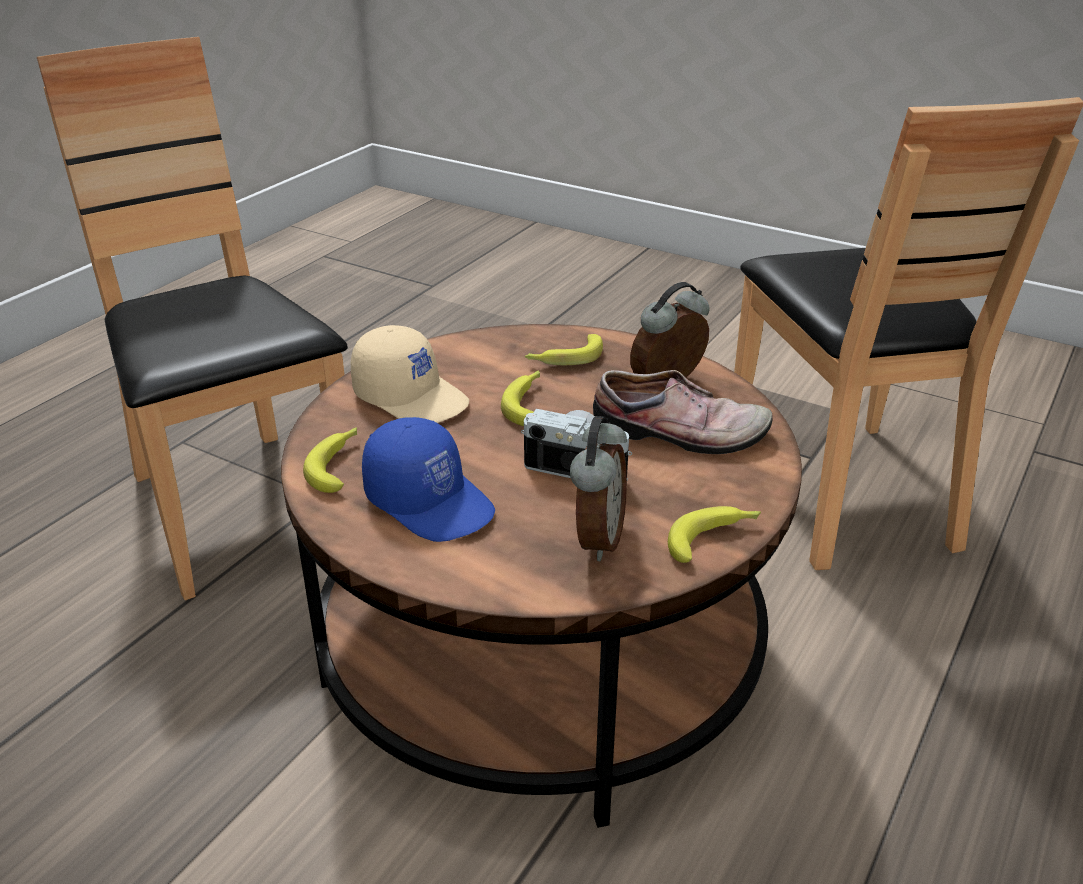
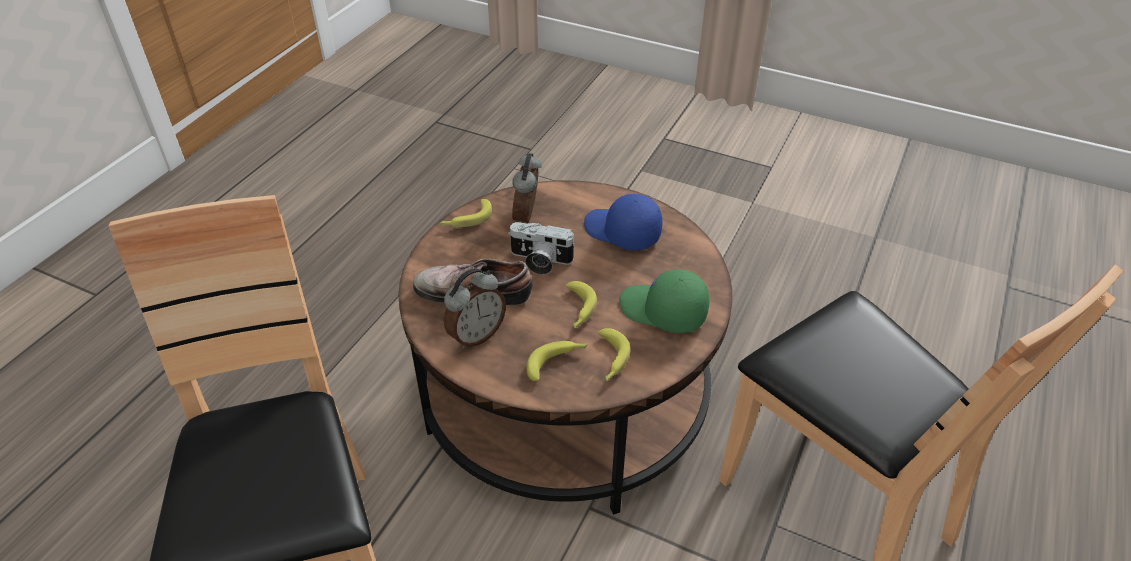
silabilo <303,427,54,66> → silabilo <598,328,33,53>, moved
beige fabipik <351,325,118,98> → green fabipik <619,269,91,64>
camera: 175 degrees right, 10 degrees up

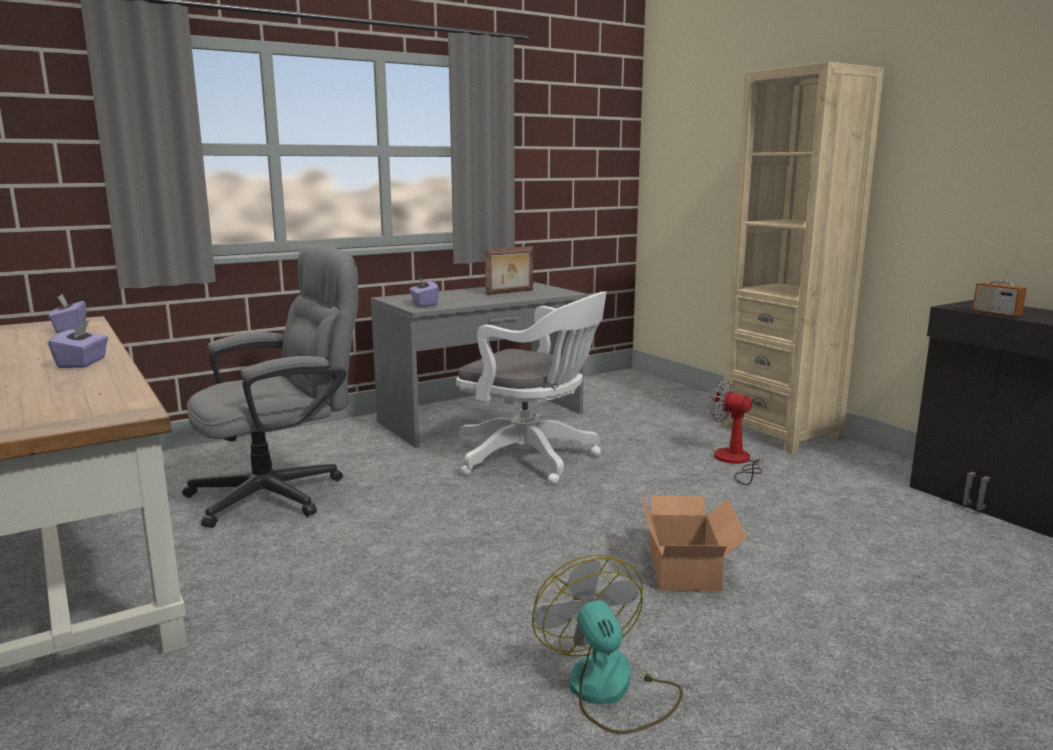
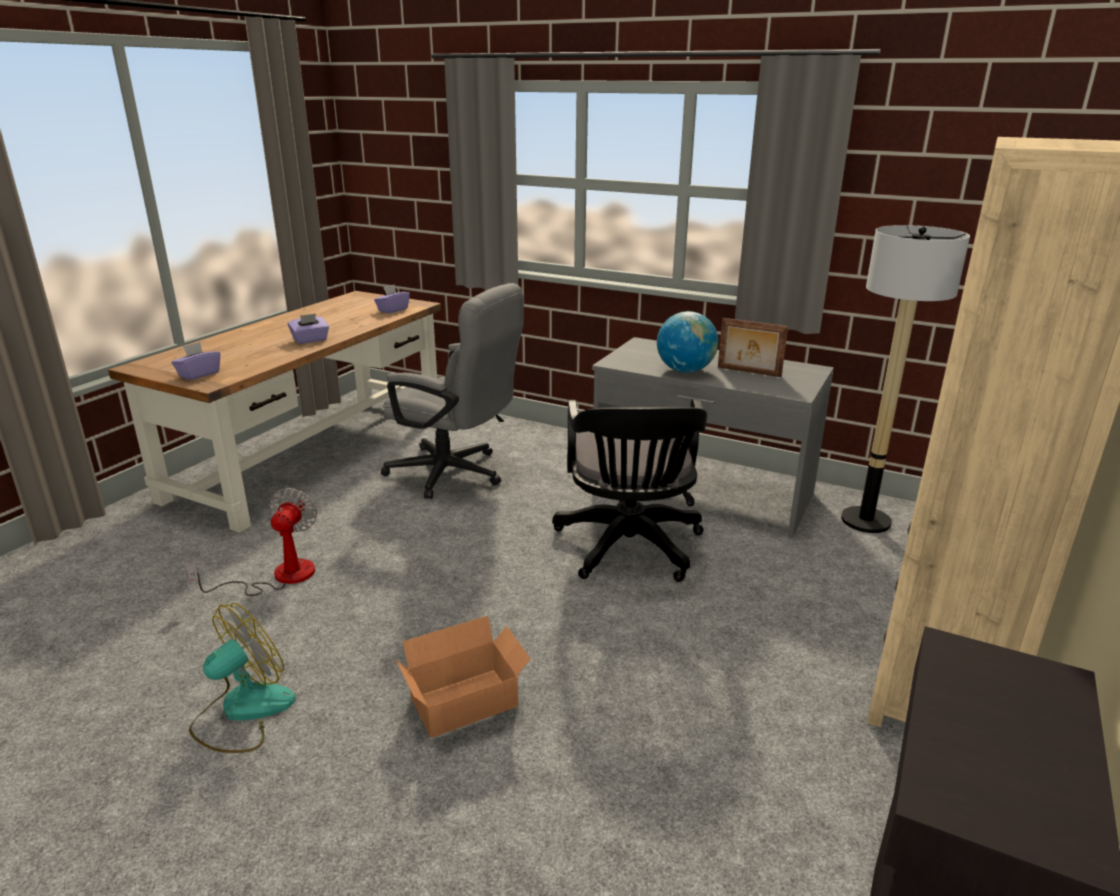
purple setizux <409,277,30,30> → purple setizux <171,342,49,38>, moved
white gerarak <456,291,151,194> → black gerarak <552,399,155,183>
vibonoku <709,379,55,106> → vibonoku <185,488,132,108>, moved
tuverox <972,253,55,64> → -
- → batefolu <657,311,61,62>
- → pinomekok <841,225,129,308>
camera: 60 degrees right, 10 degrees up

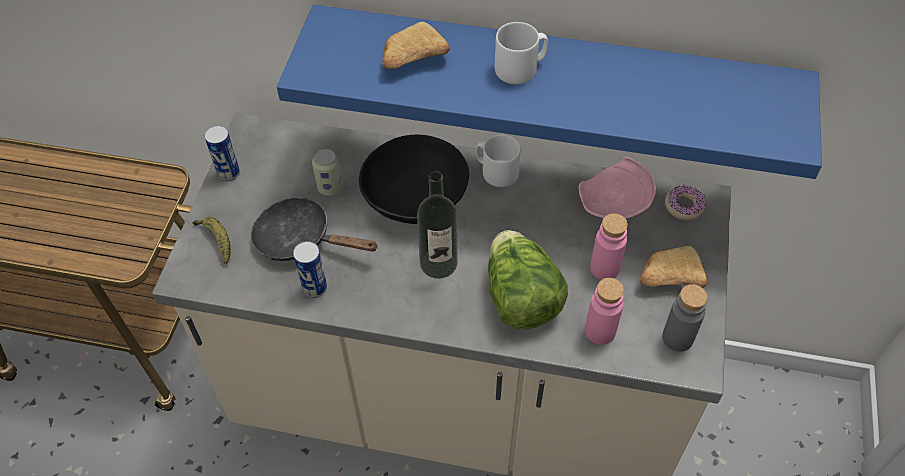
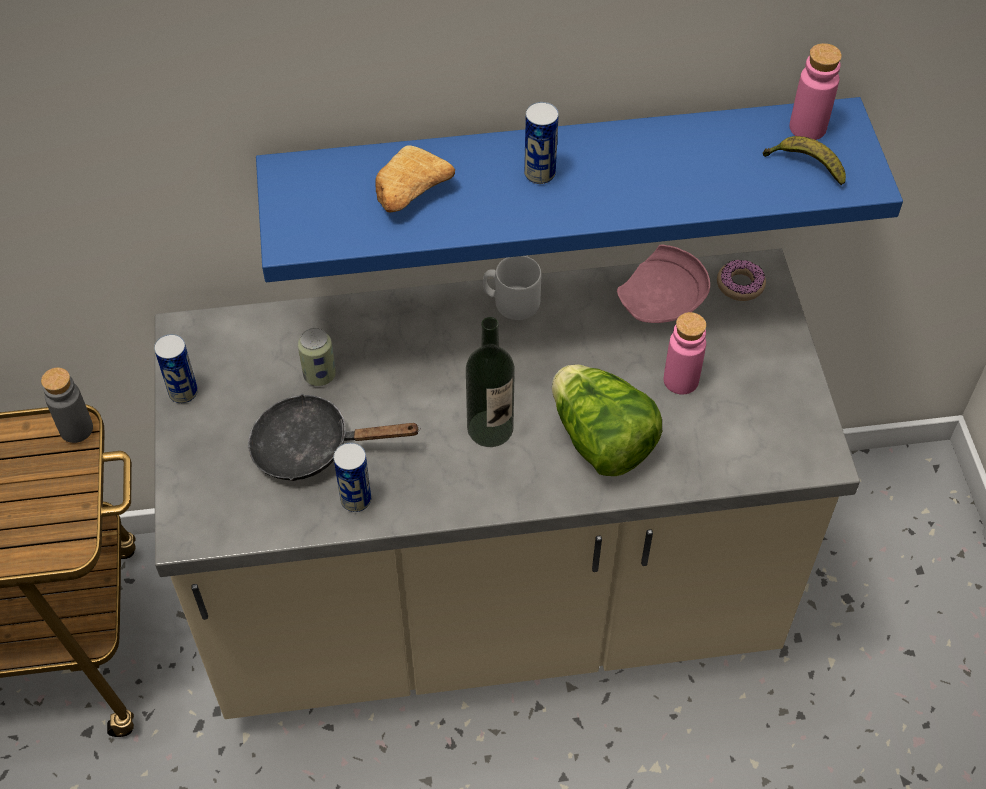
silabilo <193,217,38,47> → silabilo <763,136,83,50>, moved
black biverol <359,135,110,89> → -
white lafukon <495,22,53,62> → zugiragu <524,102,35,82>
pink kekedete <585,278,39,67> → pink kekedete <789,43,53,97>, moved
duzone <640,246,68,42> → -
grey kekedete <662,284,46,68> → grey kekedete <41,367,52,76>, moved
camera: 20 degrees left, 0 degrees up

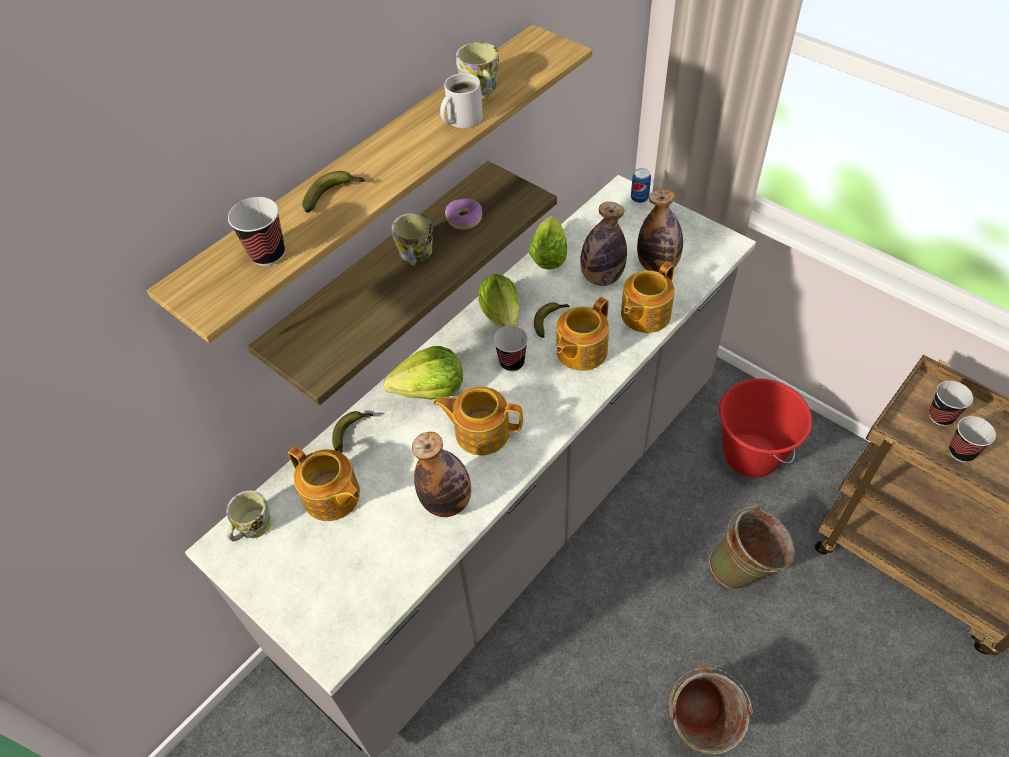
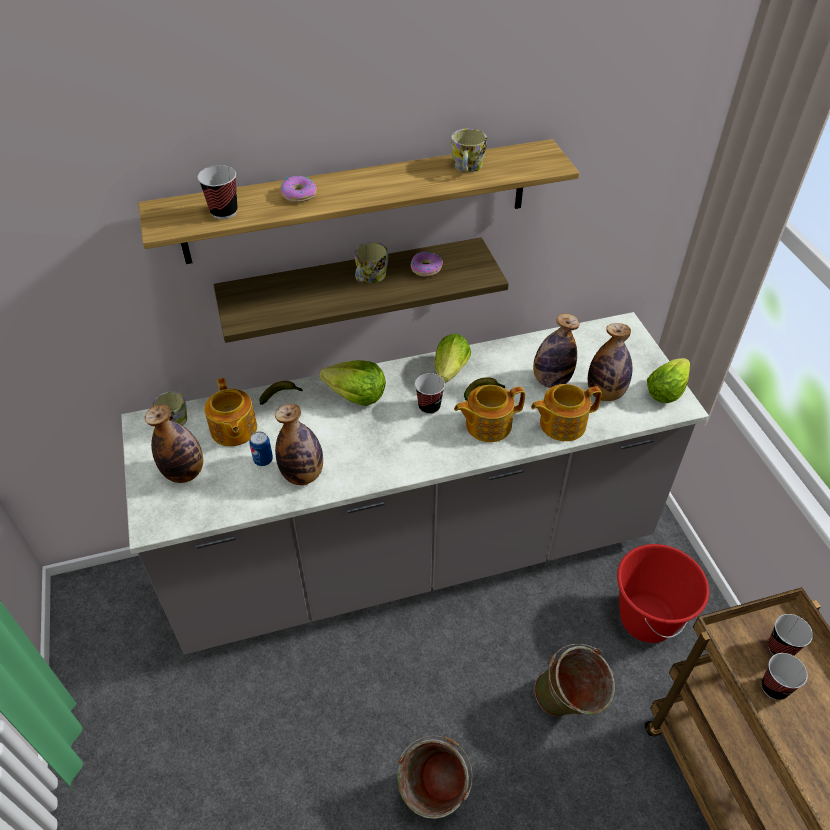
silabilo <302,171,63,42> → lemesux <281,176,36,26>
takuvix <433,387,90,68> → -
white lafukon <440,73,43,55> → -
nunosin <529,216,38,53> → nunosin <647,358,43,45>, moved
zugiragu <631,168,20,35> → zugiragu <249,431,24,35>, moved
- → kekedete <145,404,58,79>
camera: 30 degrees right, 5 degrees down

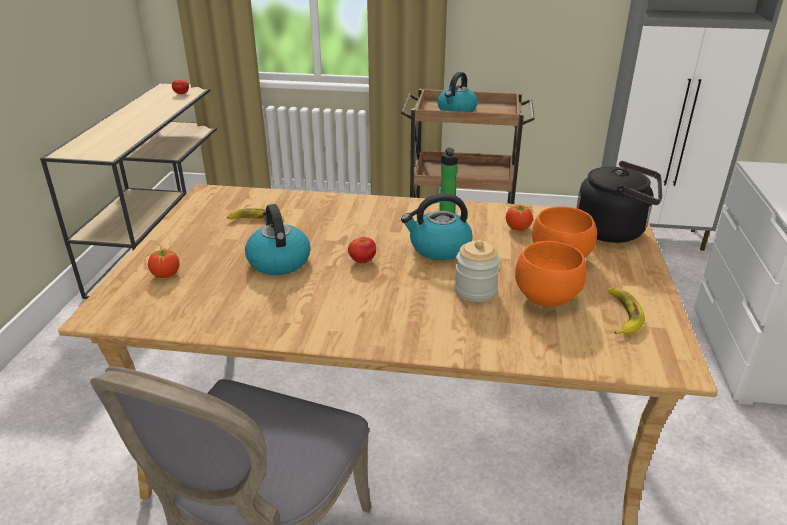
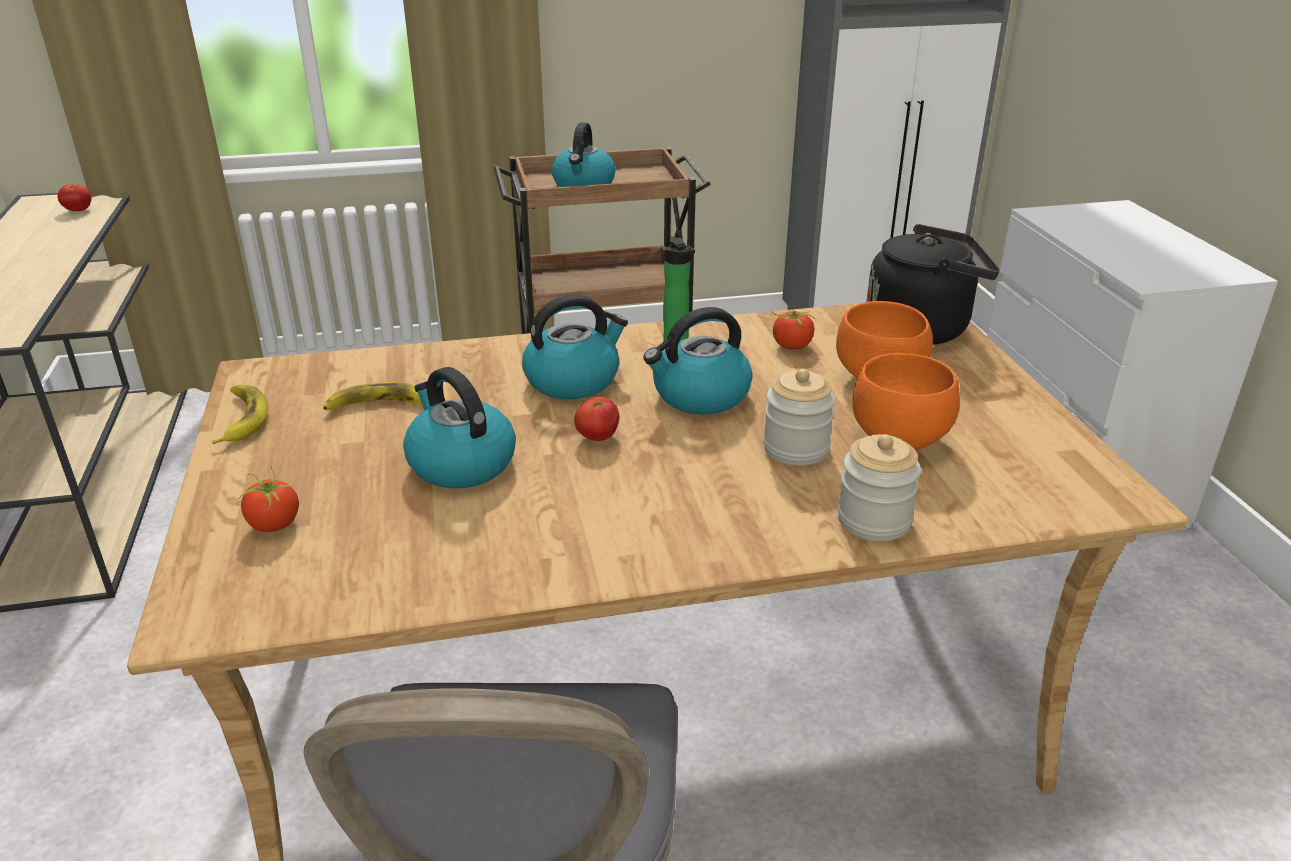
silabilo <608,288,37,47> → silabilo <212,385,56,59>, moved
- → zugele <522,294,106,105>
- → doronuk <838,434,83,107>
camera: 20 degrees left, 0 degrees up

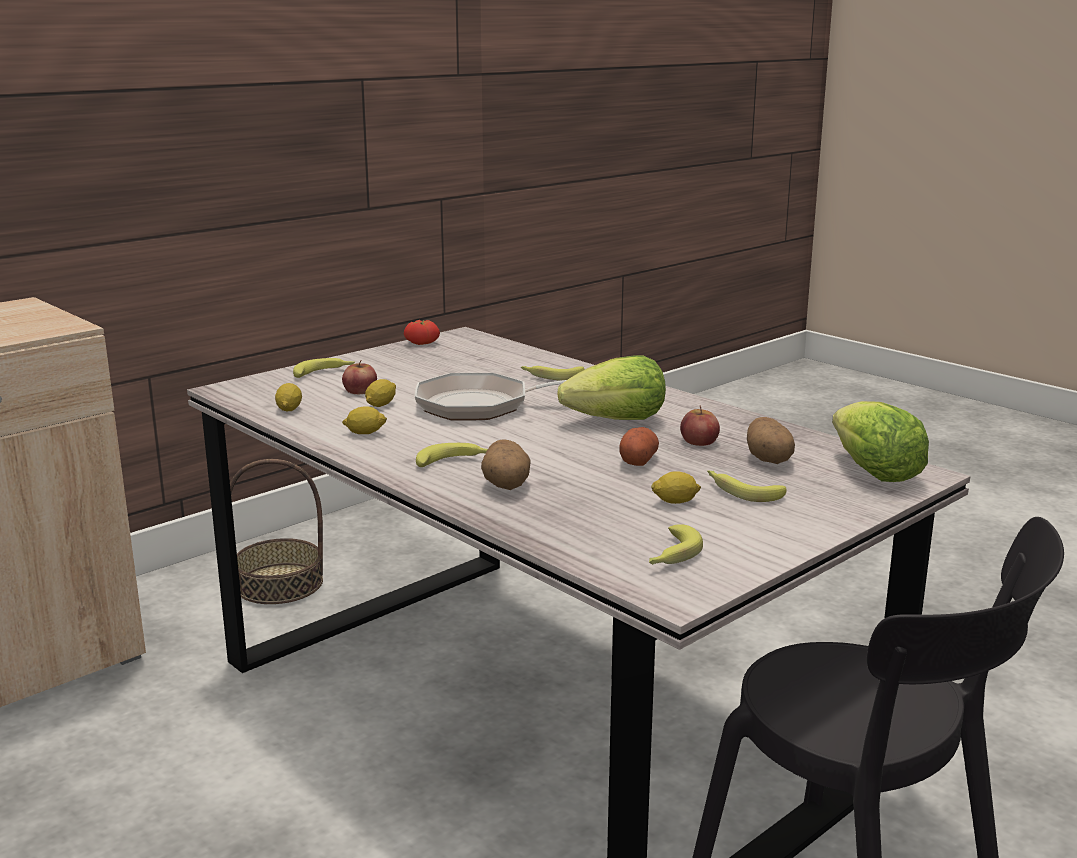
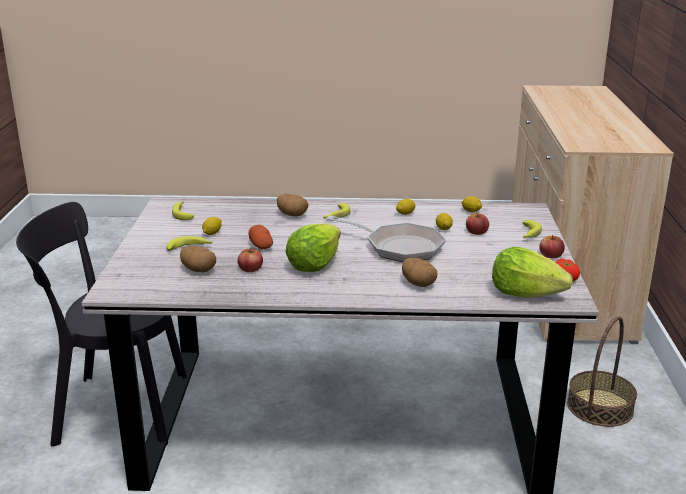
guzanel <415,373,151,48> → guzanel <327,216,119,46>, 75 degrees clockwise
silabilo <521,366,64,15> → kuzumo <402,257,35,30>
nunosin <832,401,97,81> → nunosin <492,247,81,51>, moved
- → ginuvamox <539,235,26,23>
camera: 135 degrees right, 5 degrees up

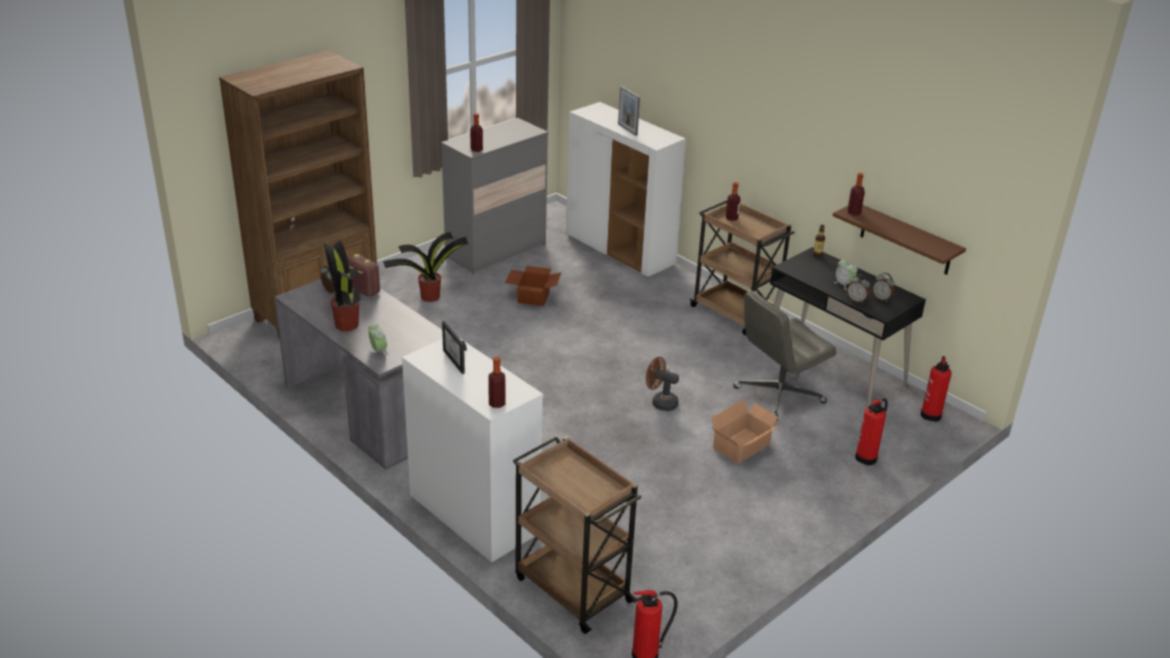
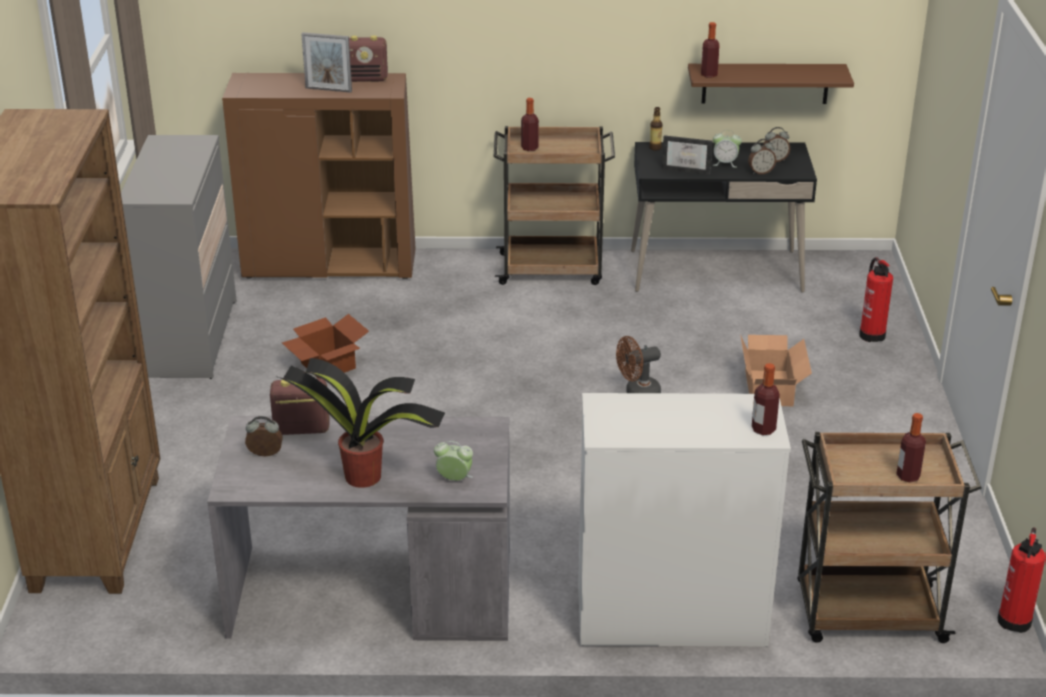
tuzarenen <383,232,85,70> → -
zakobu <442,321,25,53> → zakobu <662,135,50,40>, moved
kekedete <470,113,13,39> → kekedete <896,413,30,69>, moved
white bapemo <566,102,120,175> → brown bapemo <222,73,194,206>
grey gerarak <733,291,103,130> → -
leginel <921,356,31,66> → -
- → tuverox <349,35,39,47>
camera: 45 degrees left, 0 degrees up

